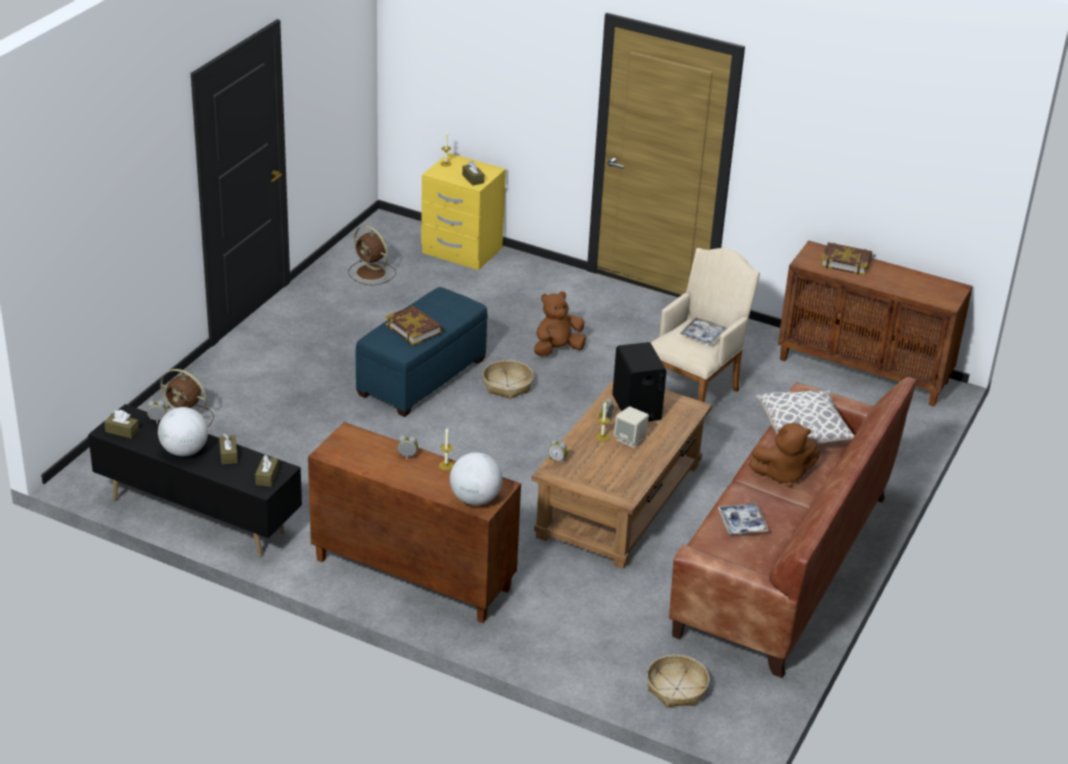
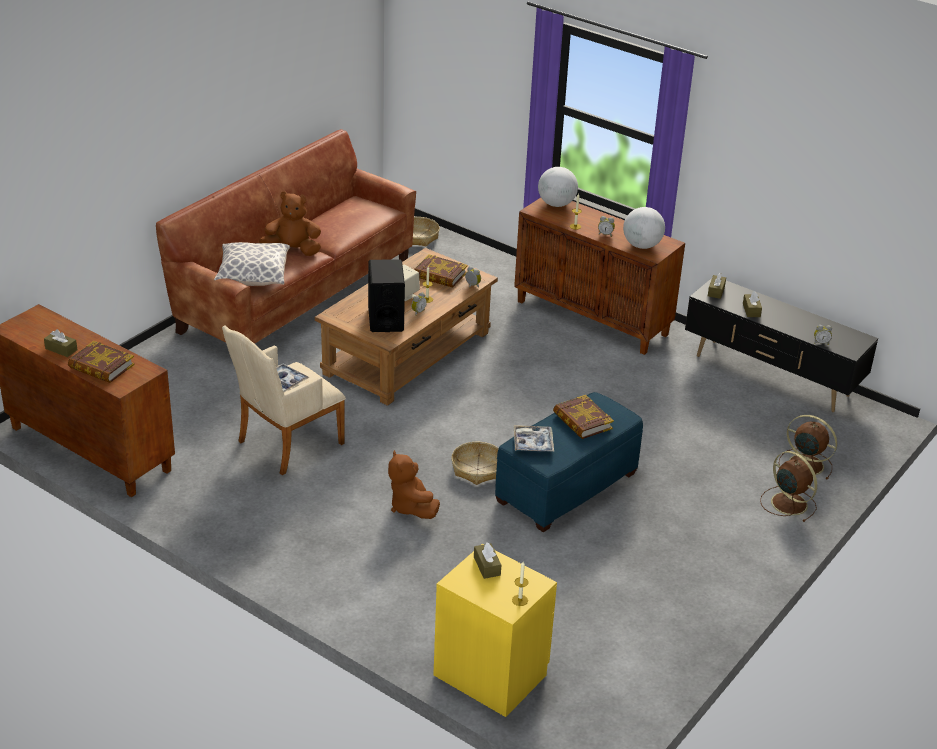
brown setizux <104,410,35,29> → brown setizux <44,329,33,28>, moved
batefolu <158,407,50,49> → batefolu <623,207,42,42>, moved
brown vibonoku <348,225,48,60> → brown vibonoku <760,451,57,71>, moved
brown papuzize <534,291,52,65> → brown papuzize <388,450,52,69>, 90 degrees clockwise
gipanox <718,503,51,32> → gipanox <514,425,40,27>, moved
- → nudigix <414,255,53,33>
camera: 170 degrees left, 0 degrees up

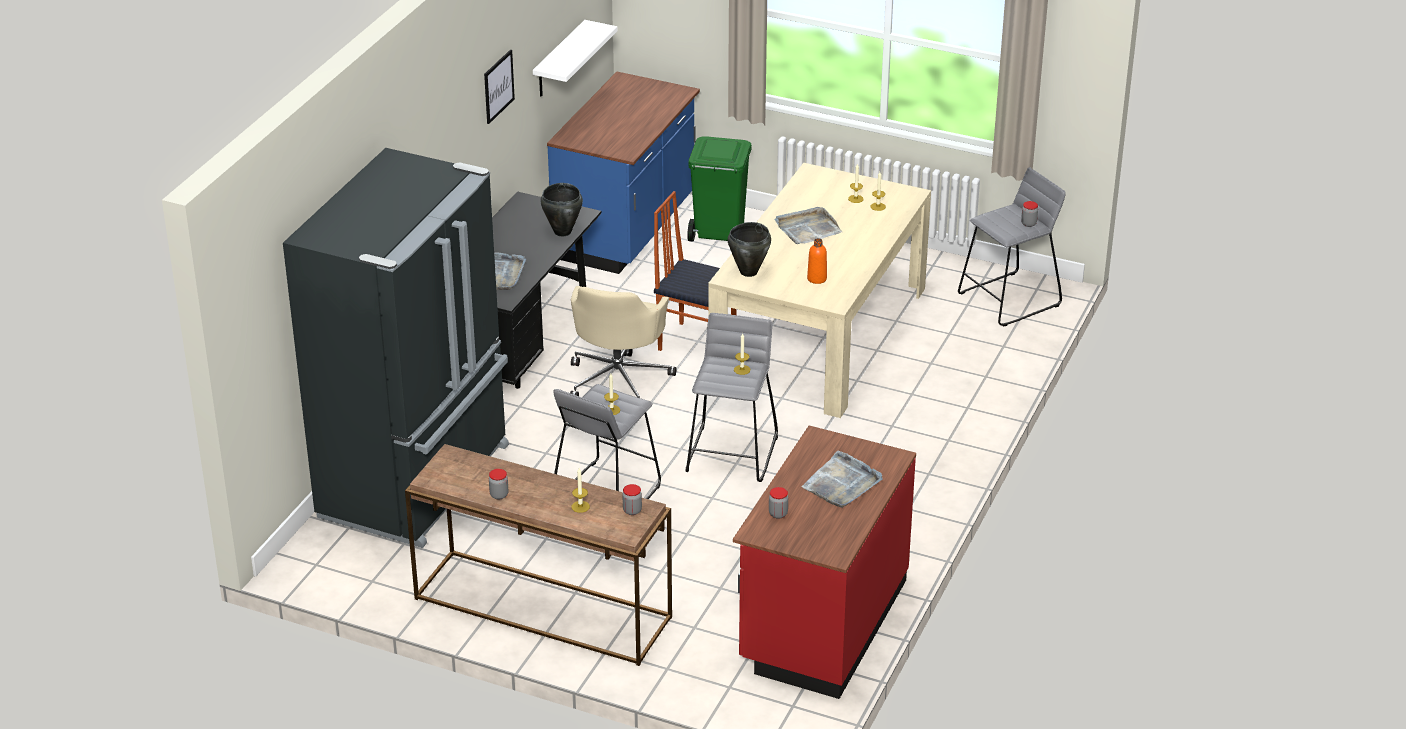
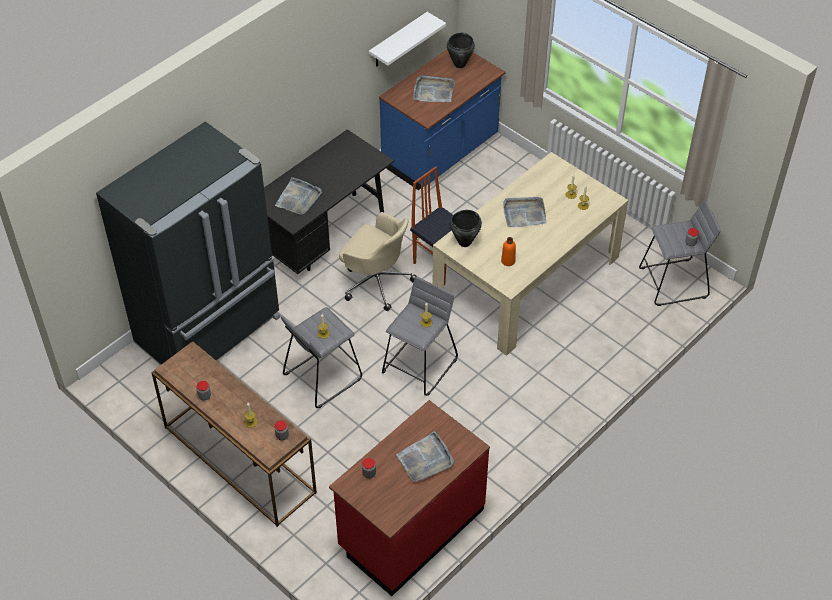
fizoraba <484,50,31,74> → -
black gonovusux <540,183,43,53> → black gonovusux <447,33,28,35>, moved
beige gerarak <570,286,107,112> → beige gerarak <339,212,77,99>, 90 degrees counterclockwise
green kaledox <687,136,65,106> → -
- → grey gipanox <413,75,42,27>
camera: 20 degrees right, 15 degrees up

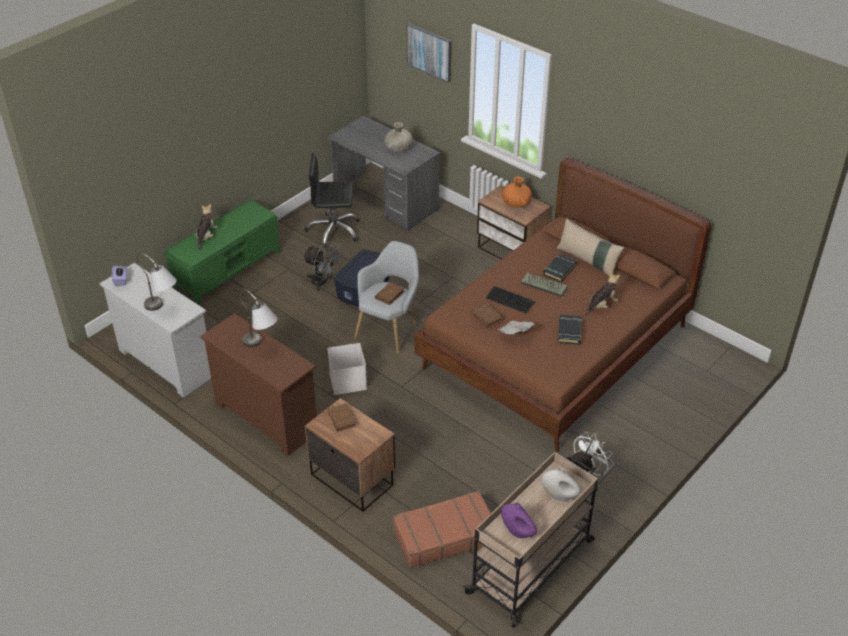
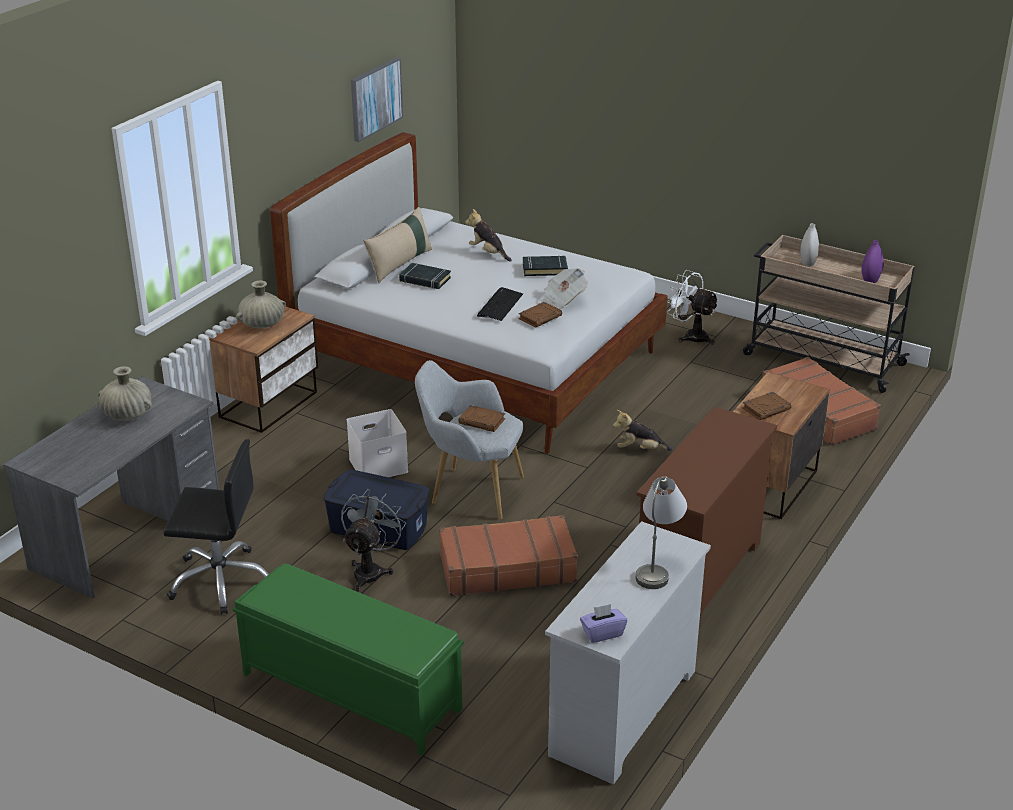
papuzize <196,204,22,46> → papuzize <613,410,59,41>, moved
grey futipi <239,288,38,59> → -
black gerarak <305,153,55,95> → black gerarak <163,439,106,176>, 75 degrees counterclockwise
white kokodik <328,343,39,52> → white kokodik <347,409,61,68>, moved
fizoraba <406,23,45,60> → fizoraba <351,57,52,85>, moved
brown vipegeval <414,158,298,293> → white vipegeval <270,132,398,322>
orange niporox <502,177,30,31> → beige niporox <236,281,50,47>
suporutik <520,273,49,24> → -
- → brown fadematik <439,515,139,81>
camera: 100 degrees left, 10 degrees down

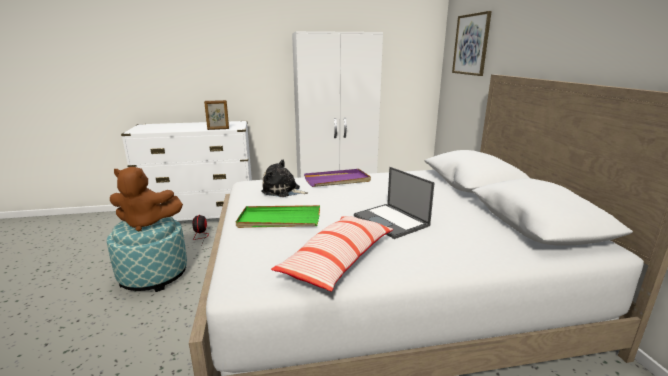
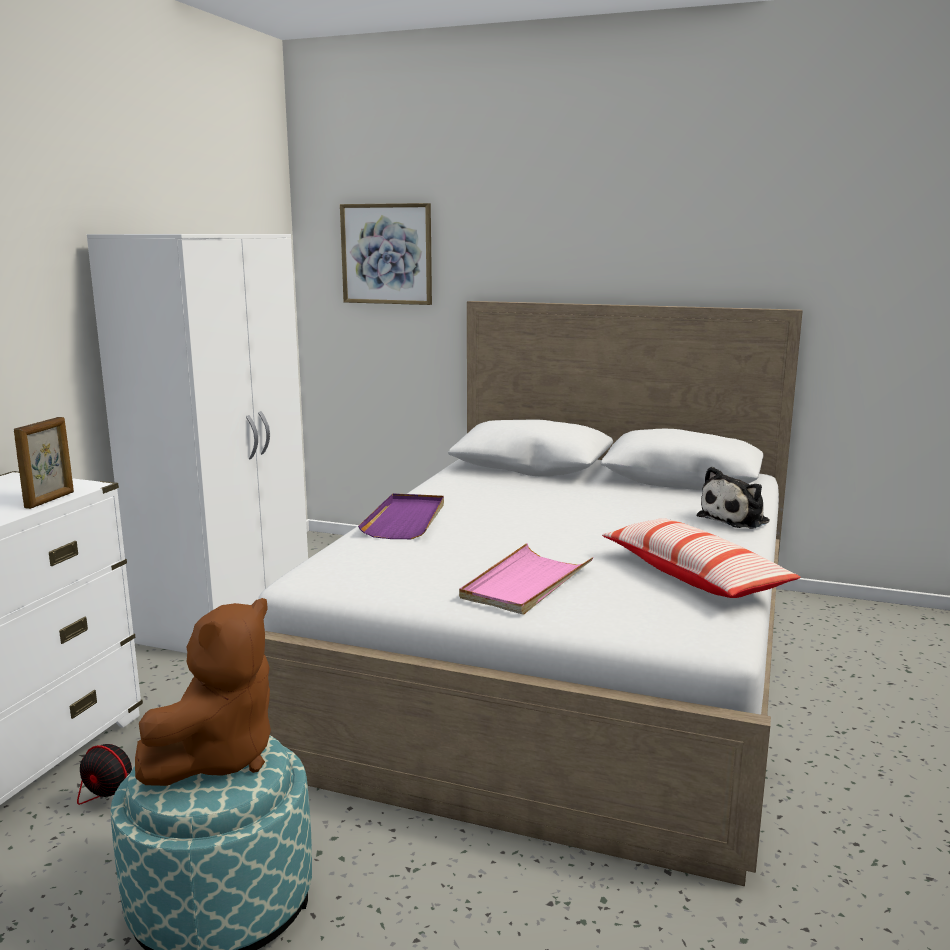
green gipanox <236,205,84,23> → pink gipanox <459,543,135,72>
papuzize <261,160,47,37> → papuzize <697,467,73,62>, moved
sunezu <354,167,80,72> → -
camera: 60 degrees left, 5 degrees down

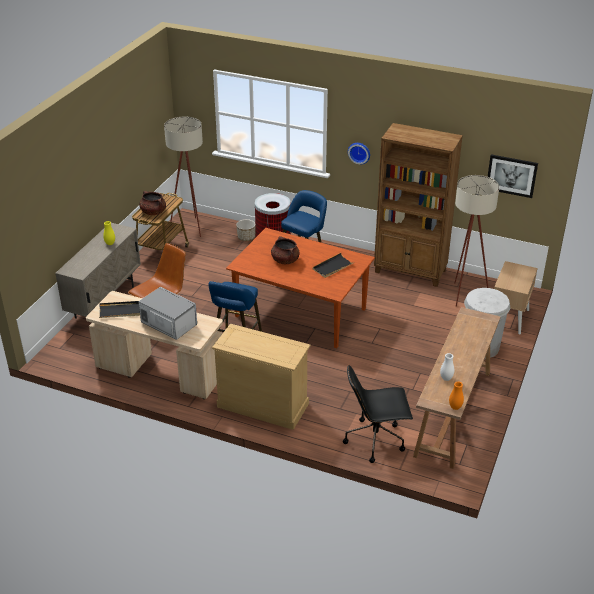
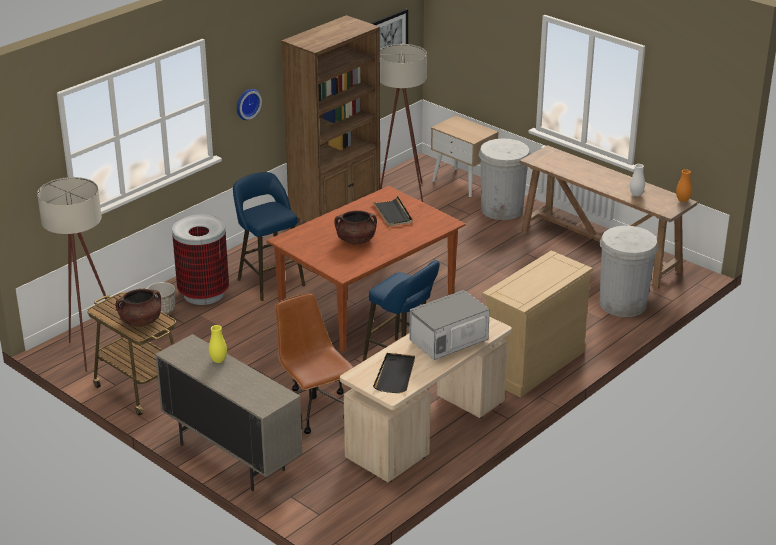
black gerarak <343,365,70,98> → white kaledox <599,226,60,91>
camera: 70 degrees left, 5 degrees down

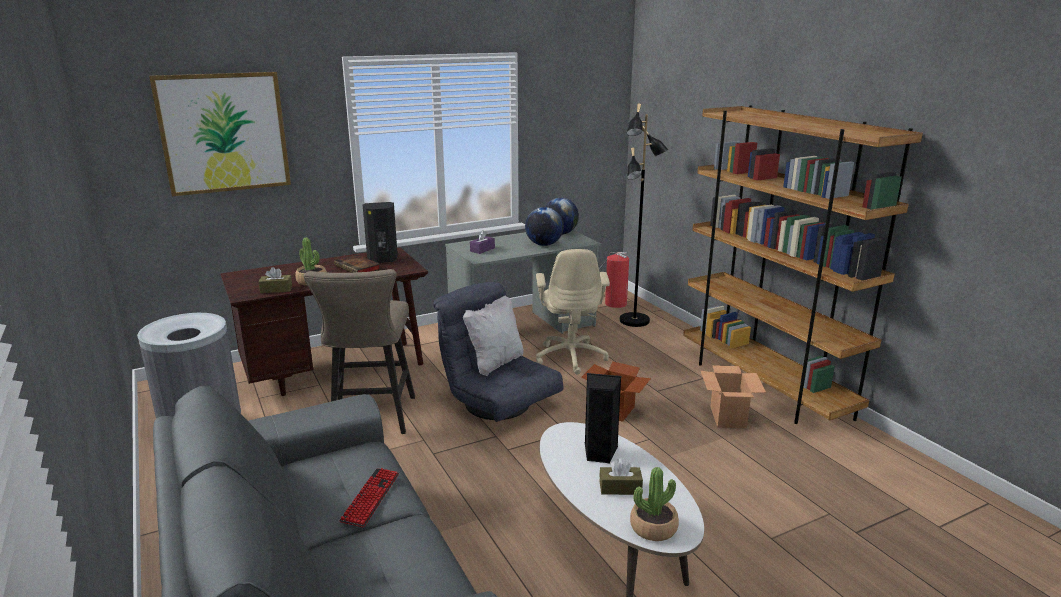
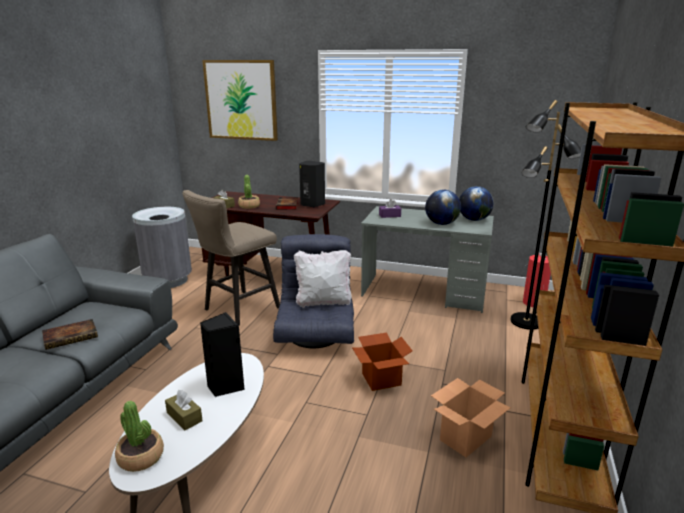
suporutik <339,468,60,59> → nudigix <42,319,56,31>
beige gerarak <536,249,74,126> → -
camera: 45 degrees right, 0 degrees up

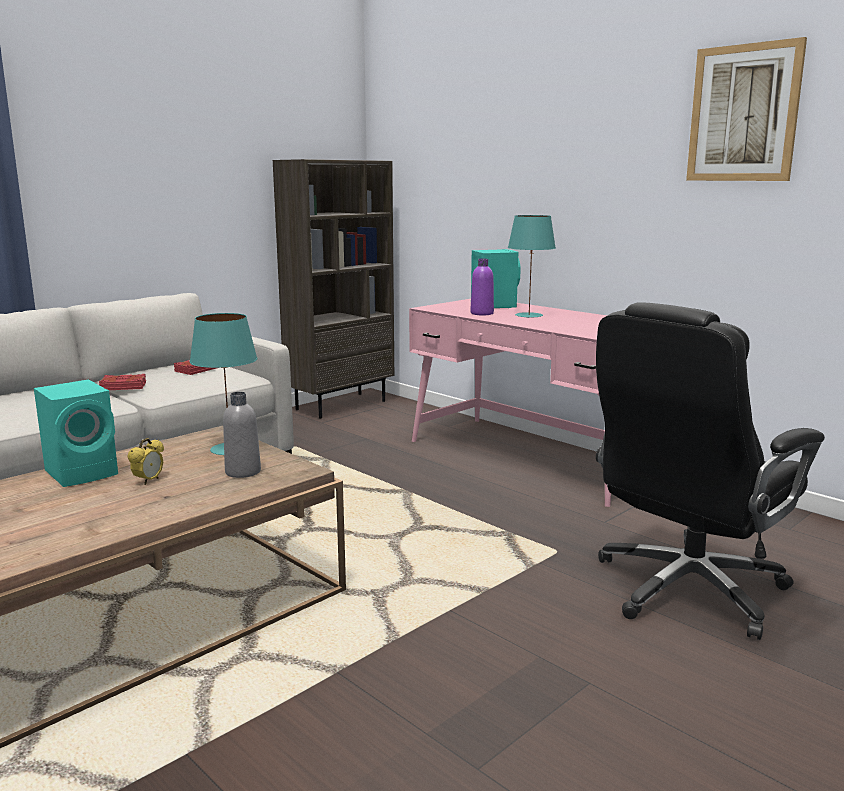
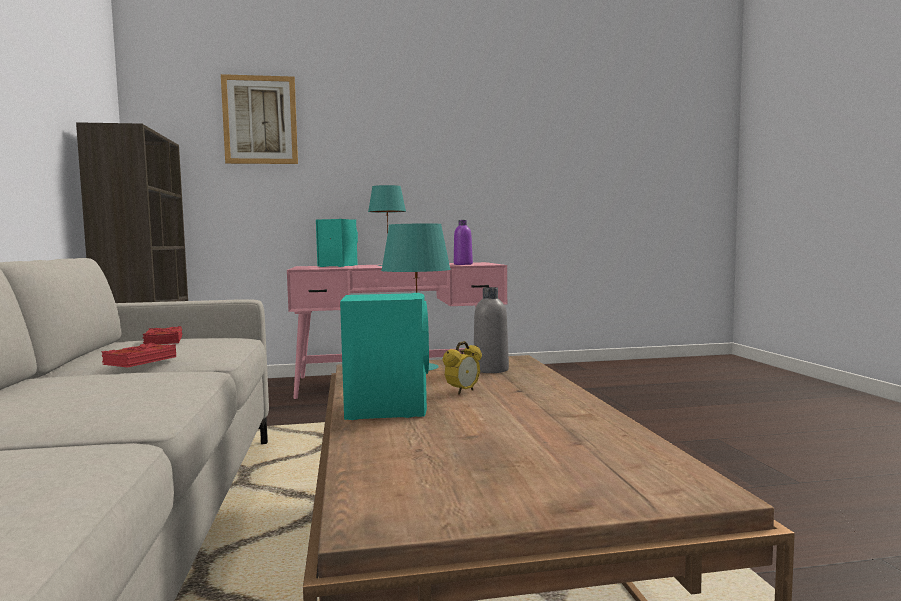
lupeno <127,438,37,47> → lupeno <443,341,39,54>, 75 degrees clockwise
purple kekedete <470,259,24,56> → purple kekedete <454,220,19,45>, moved
black gerarak <596,302,229,338> → -
fizoraba <686,37,121,144> → fizoraba <221,74,77,90>, moved
camera: 55 degrees left, 10 degrees down

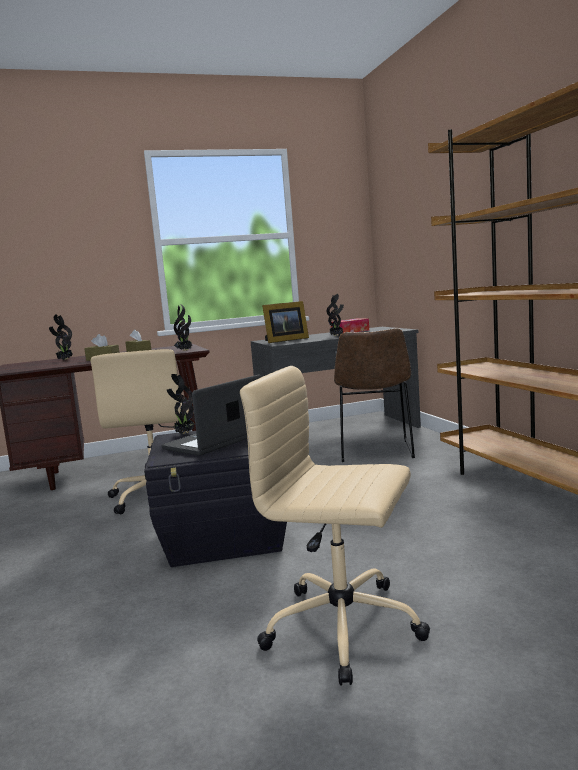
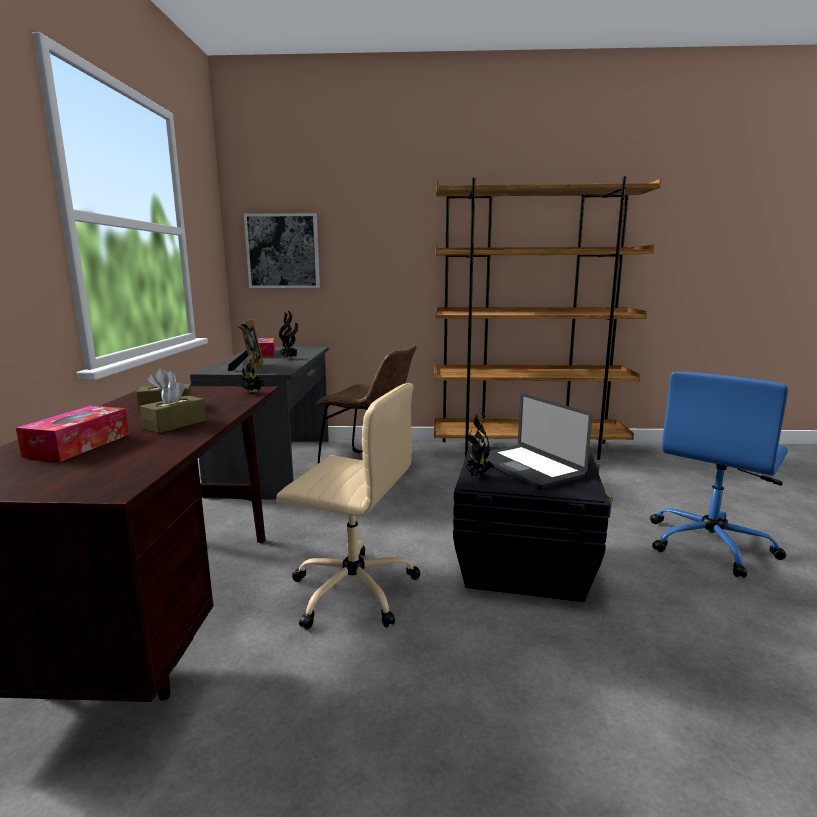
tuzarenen <49,314,24,46> → setizux <16,406,113,56>
beige gerarak <240,366,190,320> → blue gerarak <650,372,138,205>
- → fizoraba <244,213,76,75>
camera: 70 degrees left, 5 degrees up

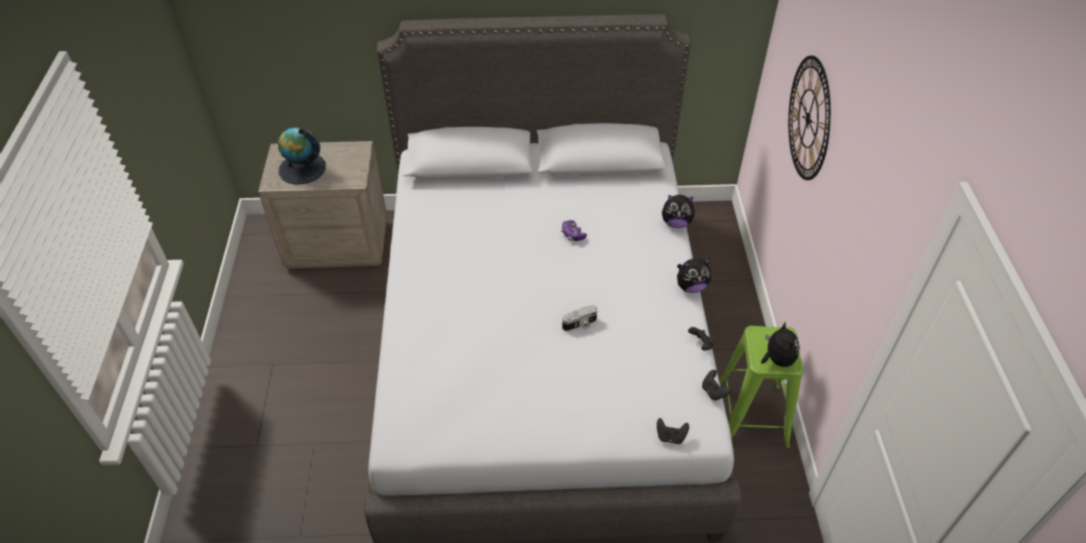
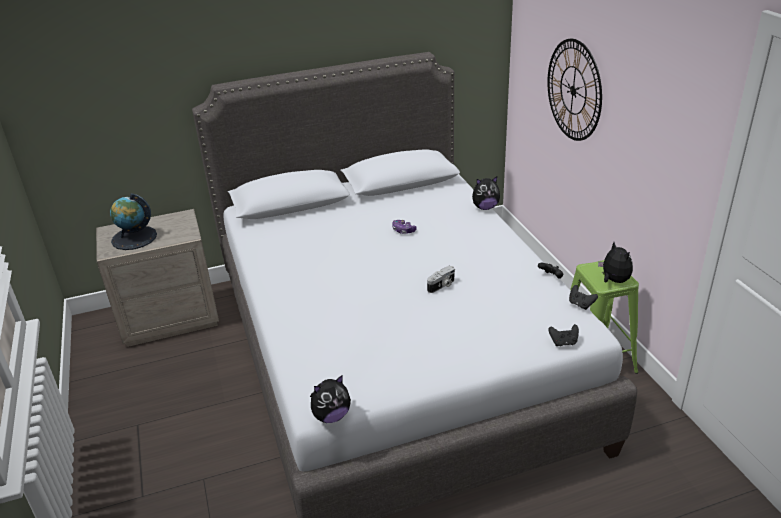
papuzize <677,258,34,35> → papuzize <310,375,41,48>, moved
camera: 15 degrees left, 15 degrees down

